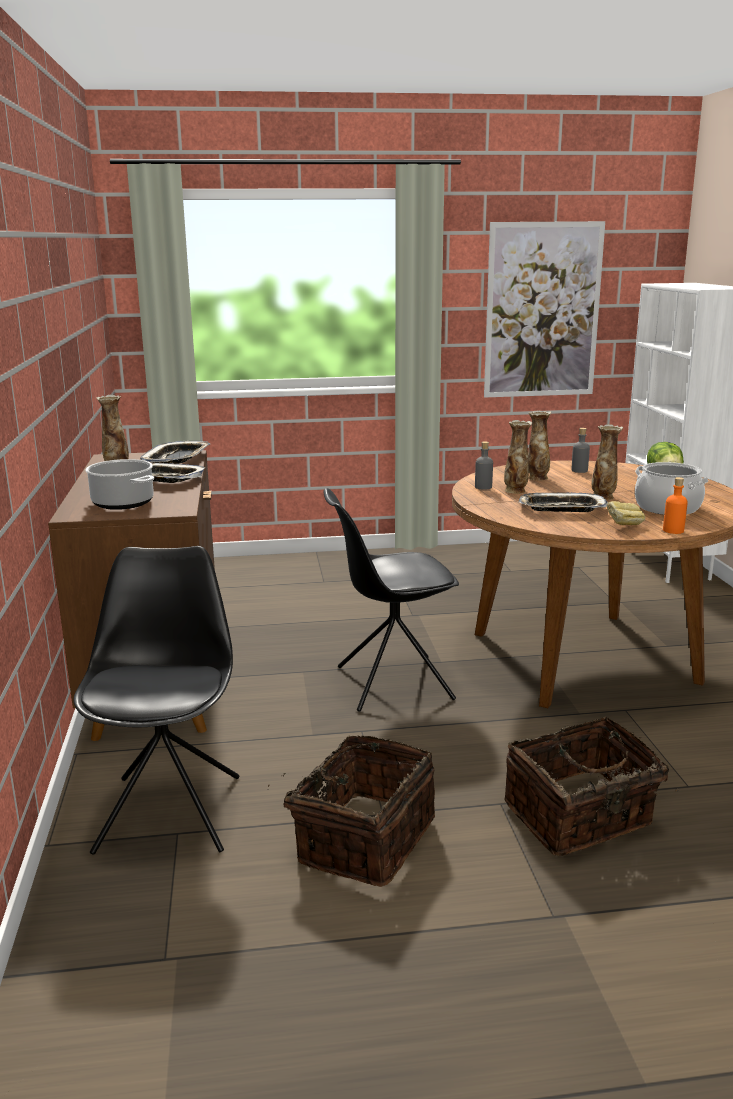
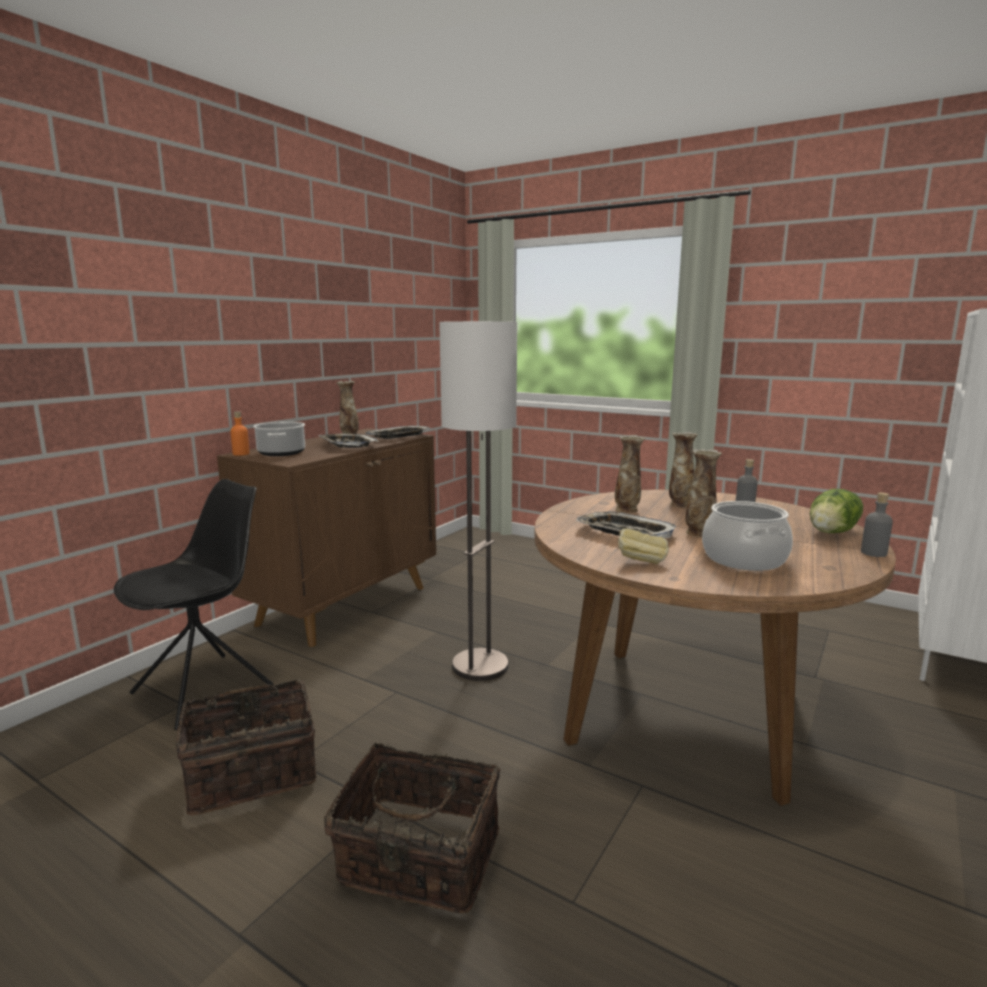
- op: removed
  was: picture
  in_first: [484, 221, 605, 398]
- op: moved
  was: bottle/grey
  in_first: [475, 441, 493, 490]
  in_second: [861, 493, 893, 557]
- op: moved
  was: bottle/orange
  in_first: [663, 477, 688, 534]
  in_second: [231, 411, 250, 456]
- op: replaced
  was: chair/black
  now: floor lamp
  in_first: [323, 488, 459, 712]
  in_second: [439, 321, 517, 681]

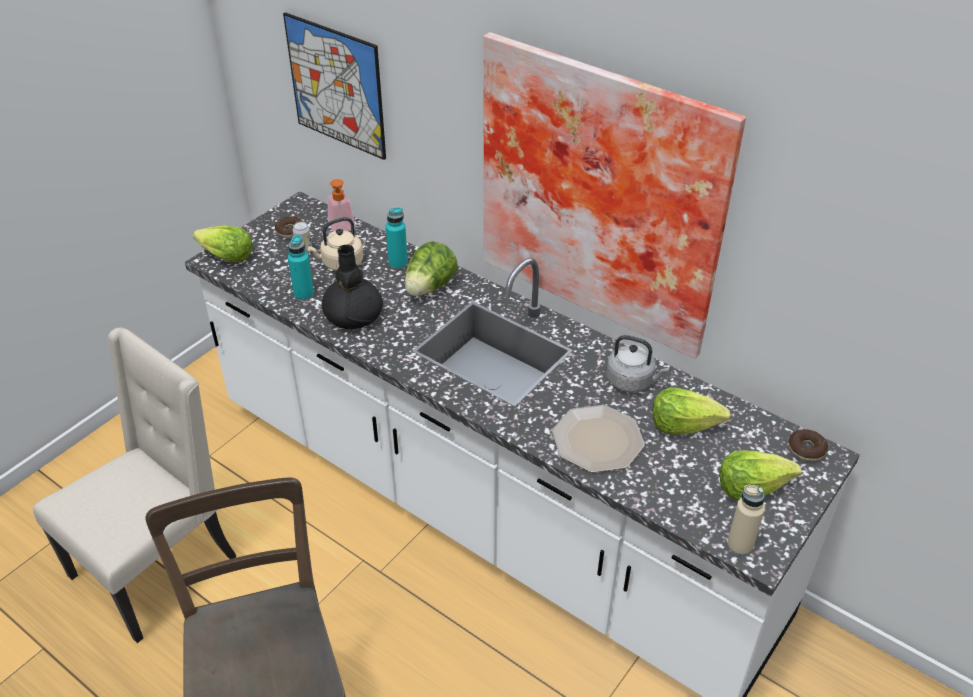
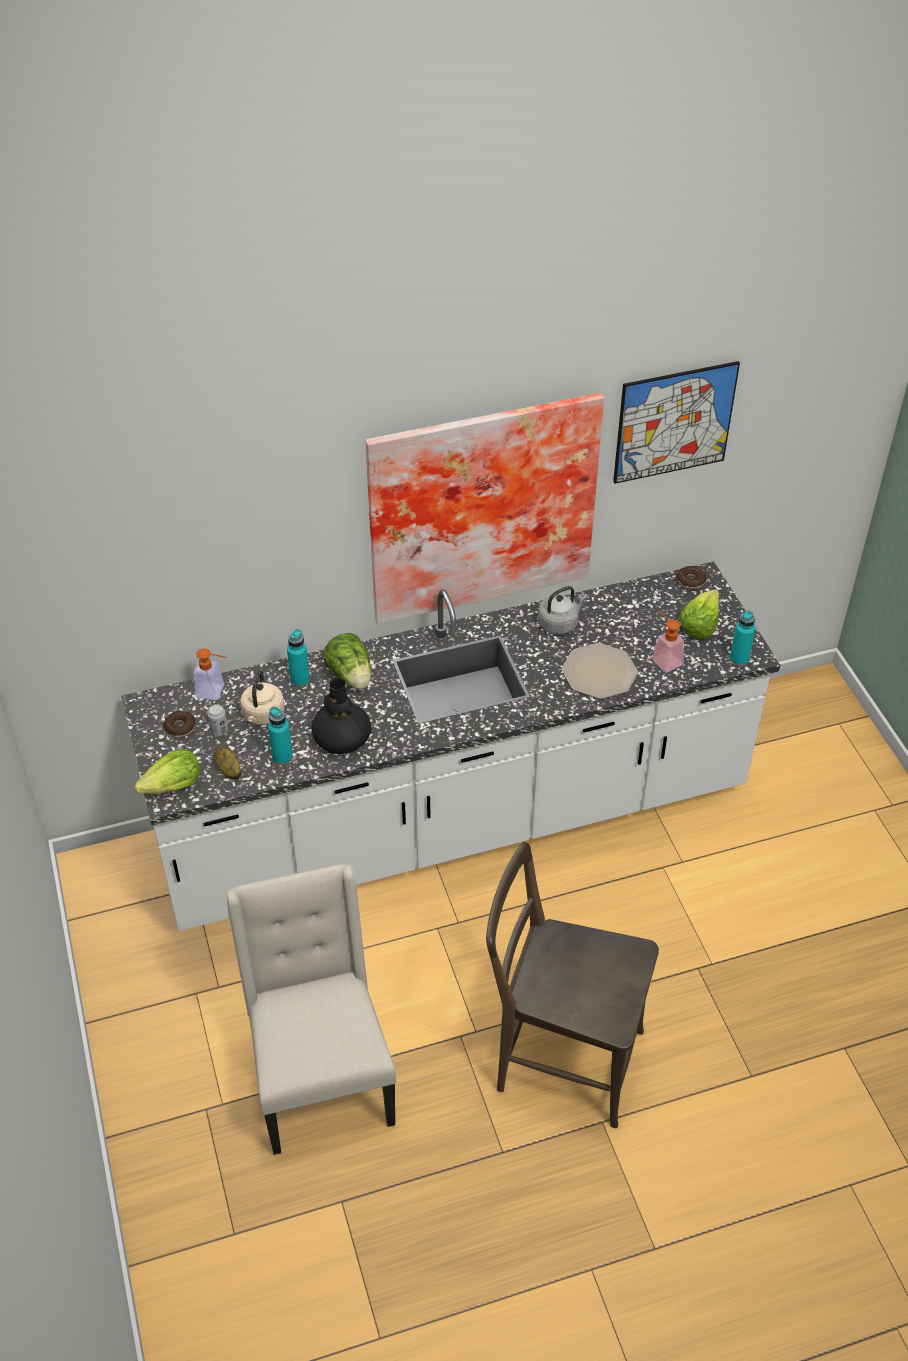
- op: moved
  was: picture
  in_first: [283, 12, 386, 160]
  in_second: [613, 361, 740, 484]
- op: removed
  was: lettuce
  in_first: [652, 387, 731, 434]
- op: recoloured
  was: bottle/beige
  now: bottle/turquoise
  in_first: [727, 485, 765, 556]
  in_second: [730, 610, 756, 666]
- op: added
  now: soap dispenser
  in_second: [652, 611, 684, 673]
- op: added
  now: potato
  in_second: [214, 746, 241, 780]

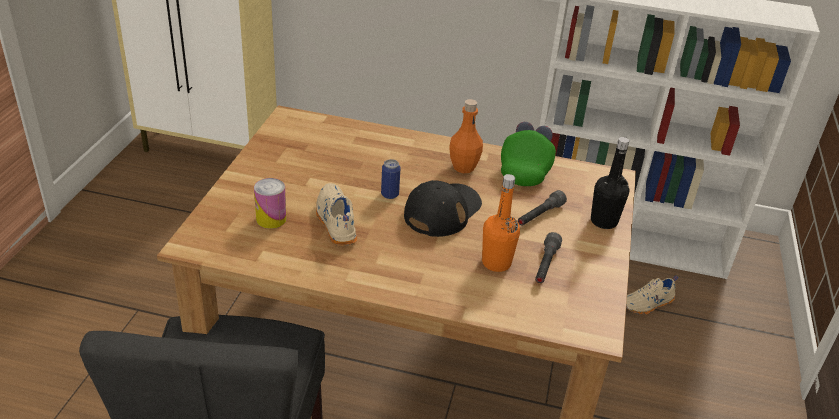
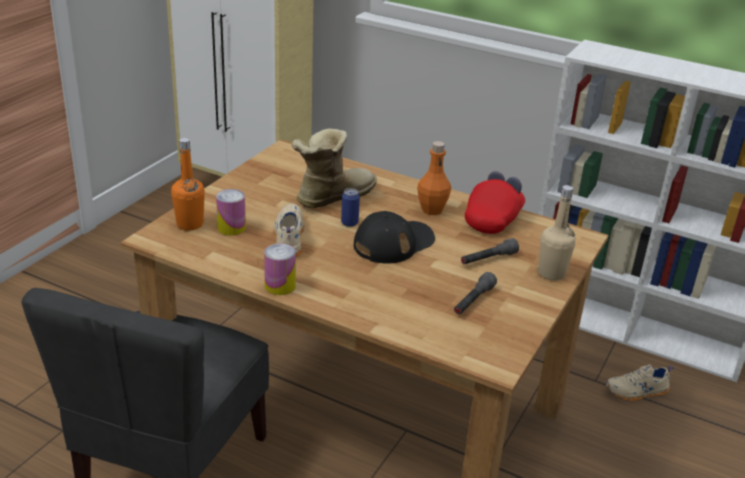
- op: recoloured
  was: cap/green
  now: cap/red
  in_first: [501, 122, 556, 186]
  in_second: [465, 171, 525, 234]
- op: recoloured
  was: bottle/black
  now: bottle/beige
  in_first: [591, 137, 629, 229]
  in_second: [538, 185, 576, 280]
- op: moved
  was: bottle/orange
  in_first: [482, 174, 520, 272]
  in_second: [171, 138, 205, 230]
- op: added
  now: boot
  in_second: [292, 128, 377, 208]
- op: added
  now: can
  in_second: [264, 243, 296, 295]

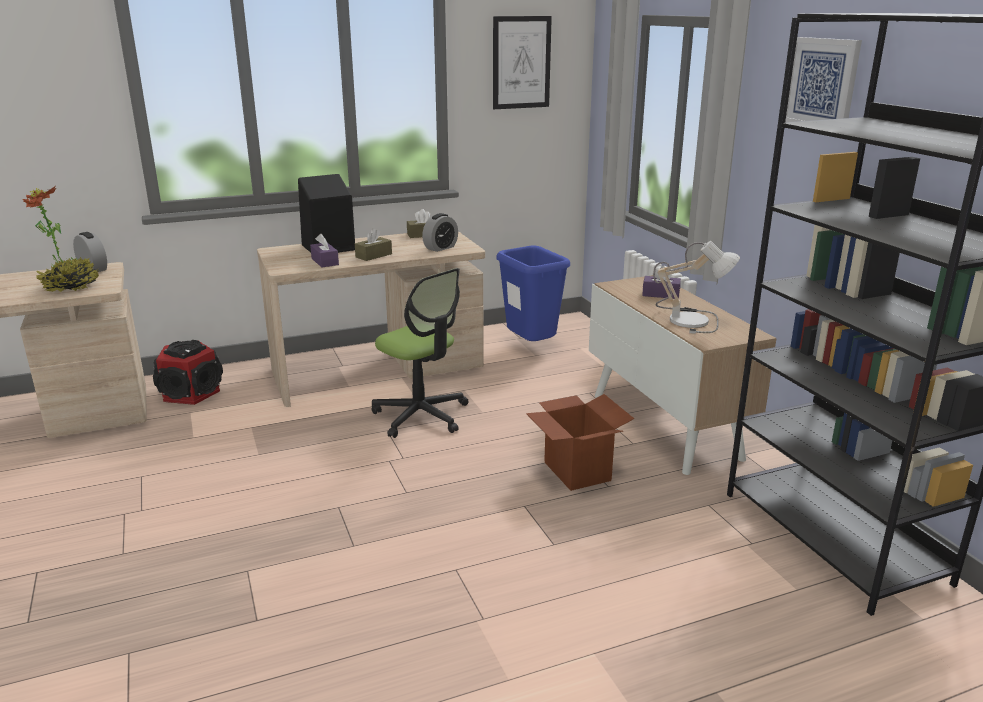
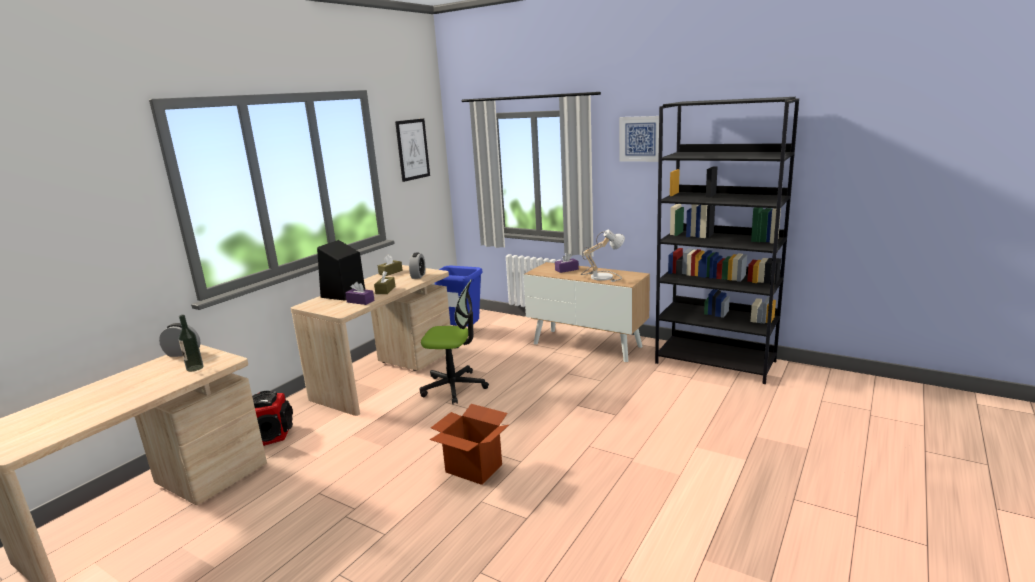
- op: replaced
  was: potted plant
  now: bottle
  in_first: [22, 186, 99, 292]
  in_second: [178, 315, 204, 372]
- op: moved
  was: cardboard box
  in_first: [526, 394, 634, 491]
  in_second: [430, 404, 509, 485]

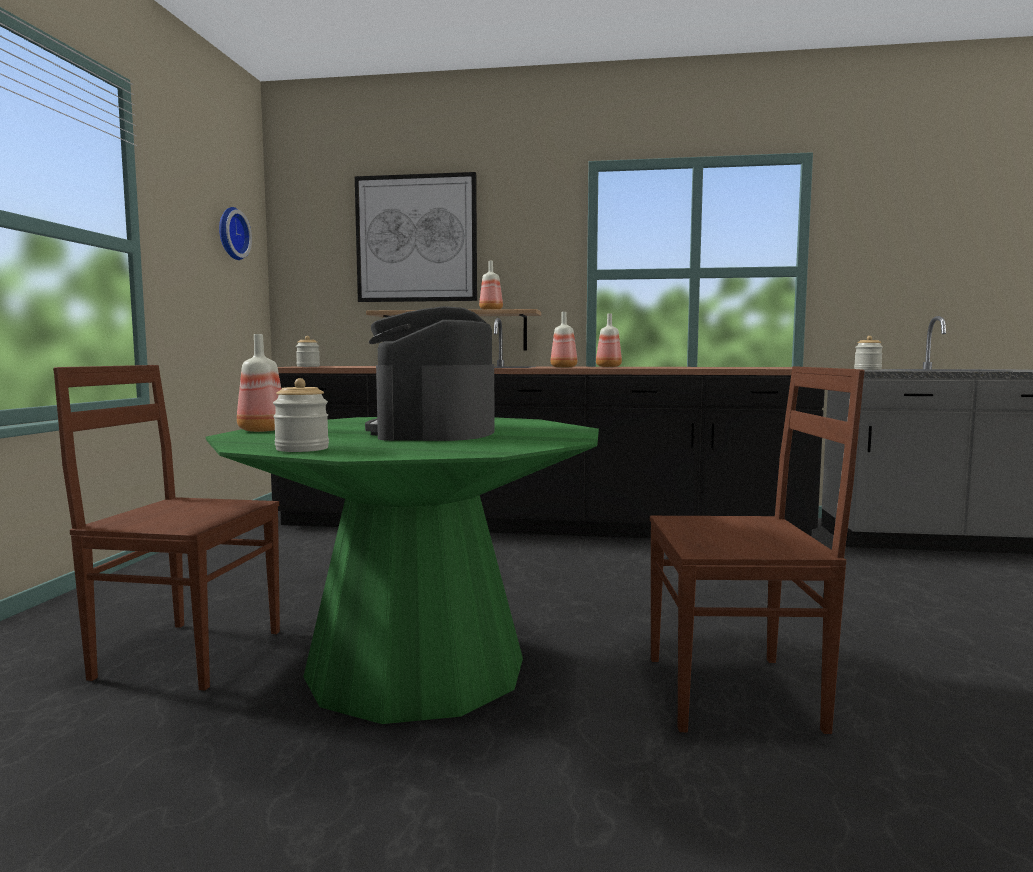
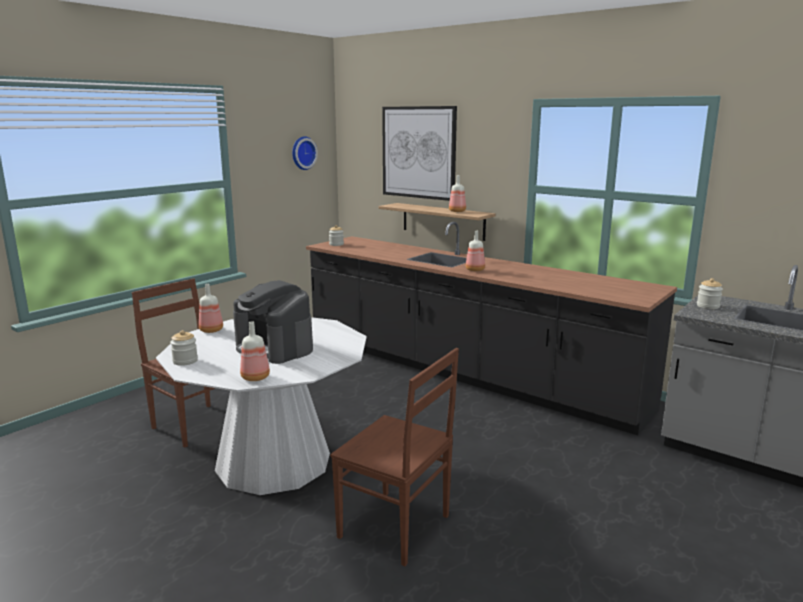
- op: turned
  was: coffee machine
  in_first: [365, 306, 495, 441]
  in_second: [233, 280, 313, 364]
  clockwise: -75
- op: moved
  was: bottle
  in_first: [596, 314, 622, 367]
  in_second: [240, 322, 270, 381]
- op: recoloured
  was: dining table/green
  now: dining table/white
  in_first: [206, 417, 599, 724]
  in_second: [156, 317, 367, 495]

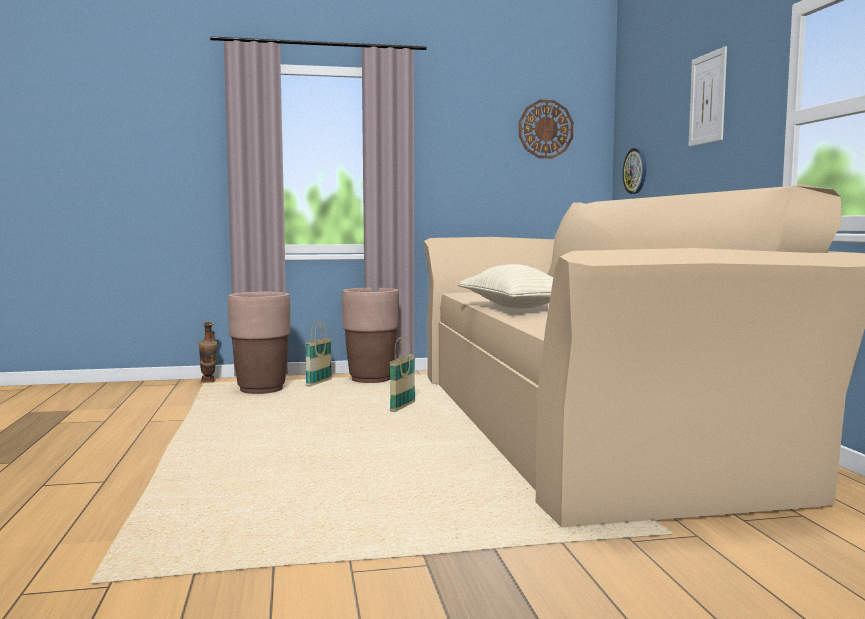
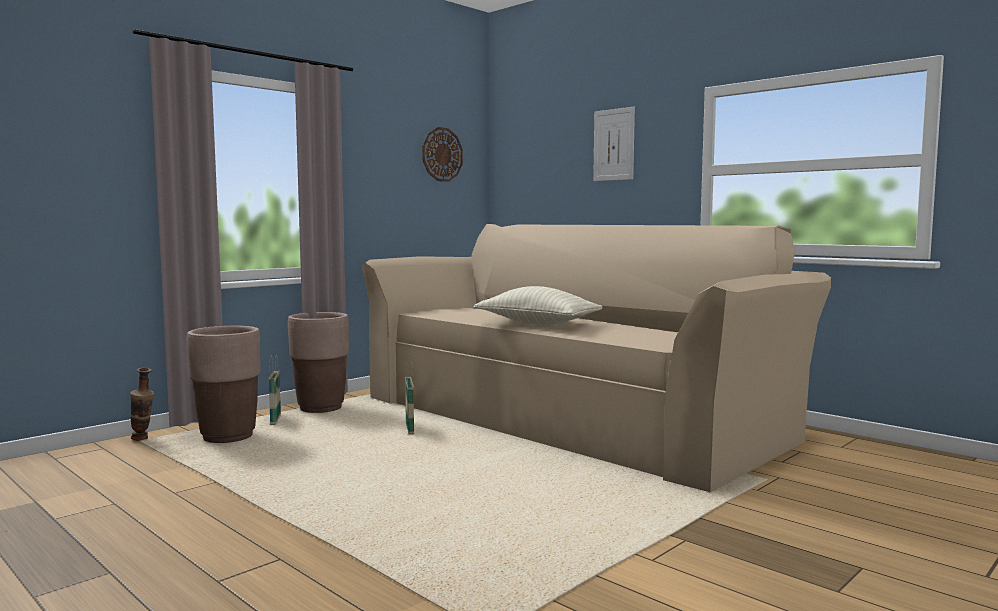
- op: removed
  was: wall clock
  in_first: [622, 148, 646, 194]

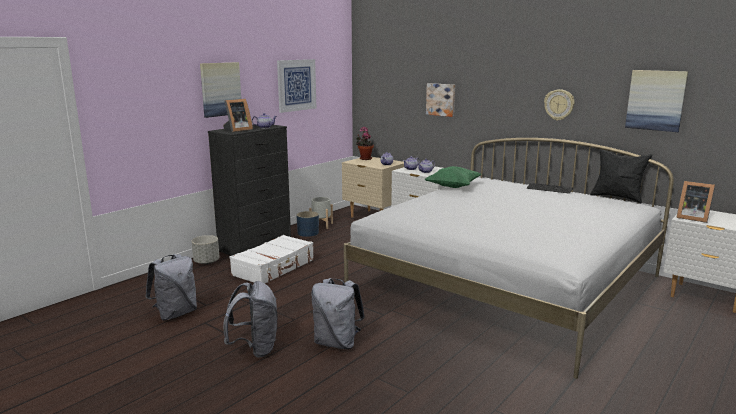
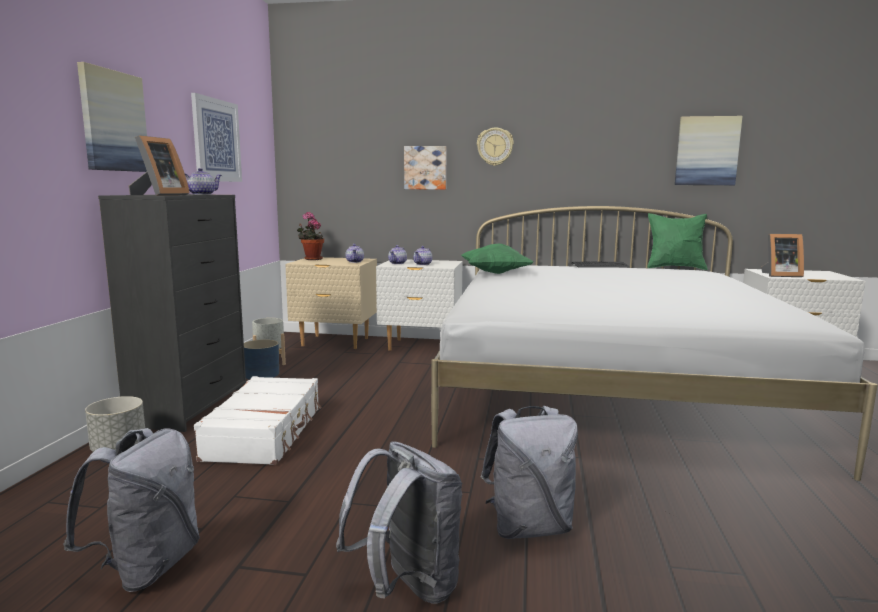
- op: moved
  was: wall clock
  in_first: [544, 89, 575, 121]
  in_second: [477, 128, 514, 166]
- op: recoloured
  was: pillow/black
  now: pillow/green
  in_first: [590, 149, 652, 203]
  in_second: [648, 213, 708, 270]

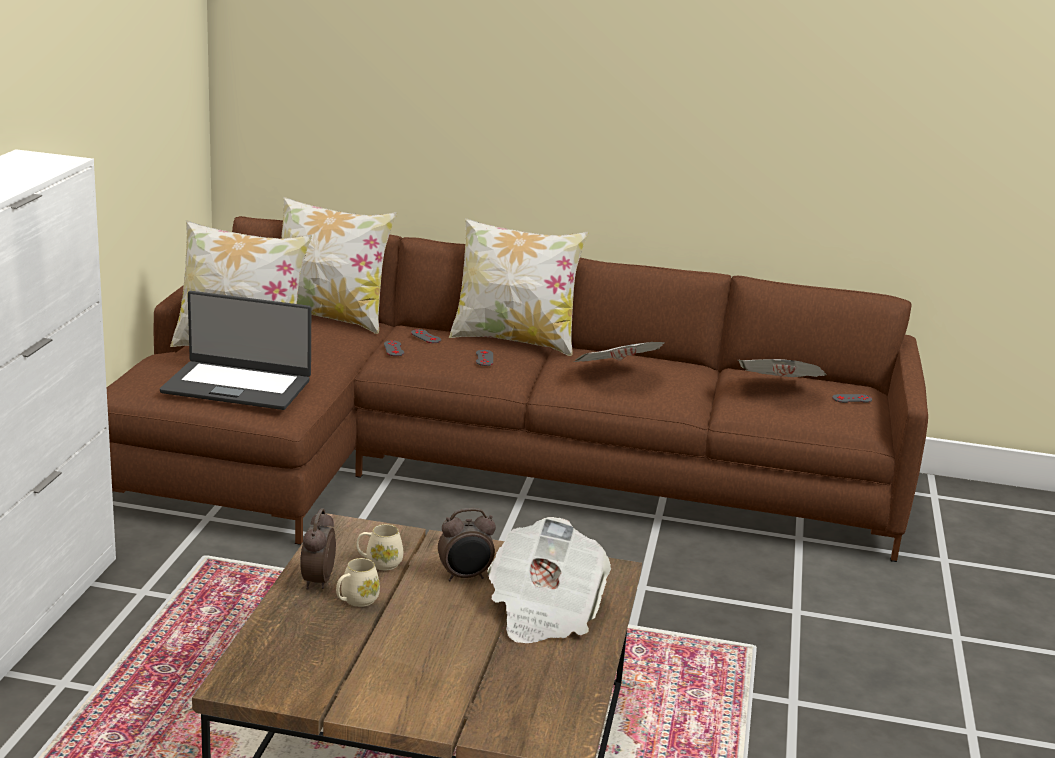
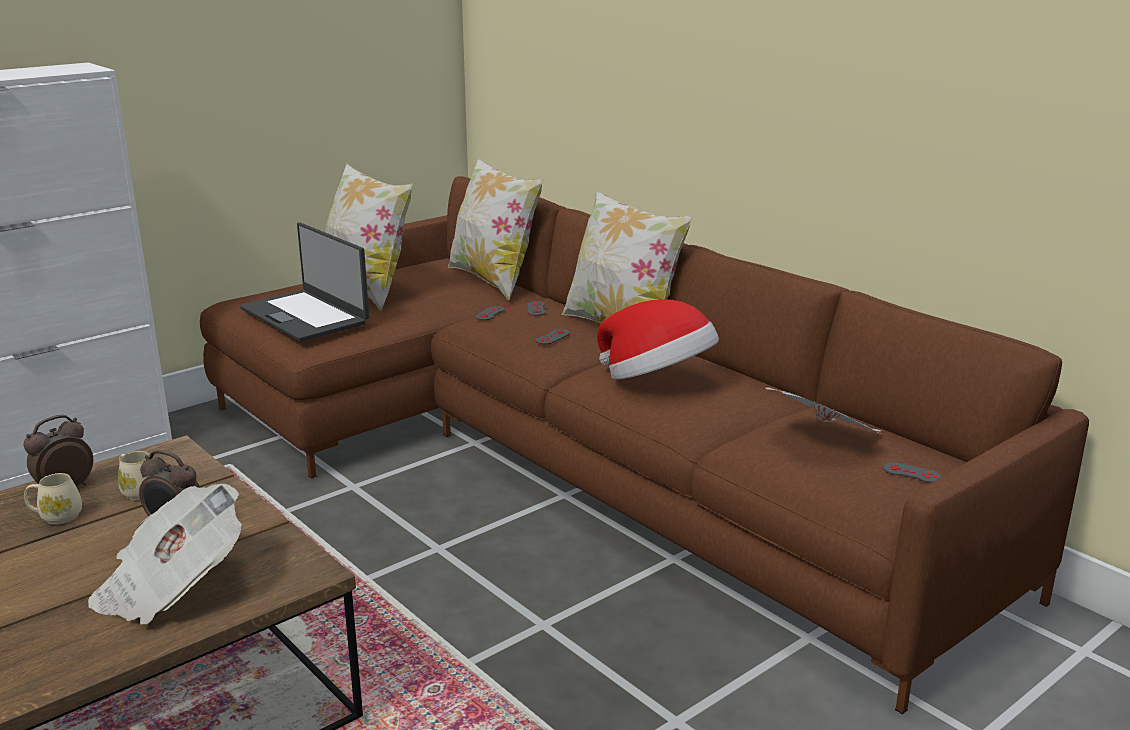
- op: replaced
  was: newspaper
  now: hat
  in_first: [573, 342, 664, 362]
  in_second: [597, 299, 719, 380]

